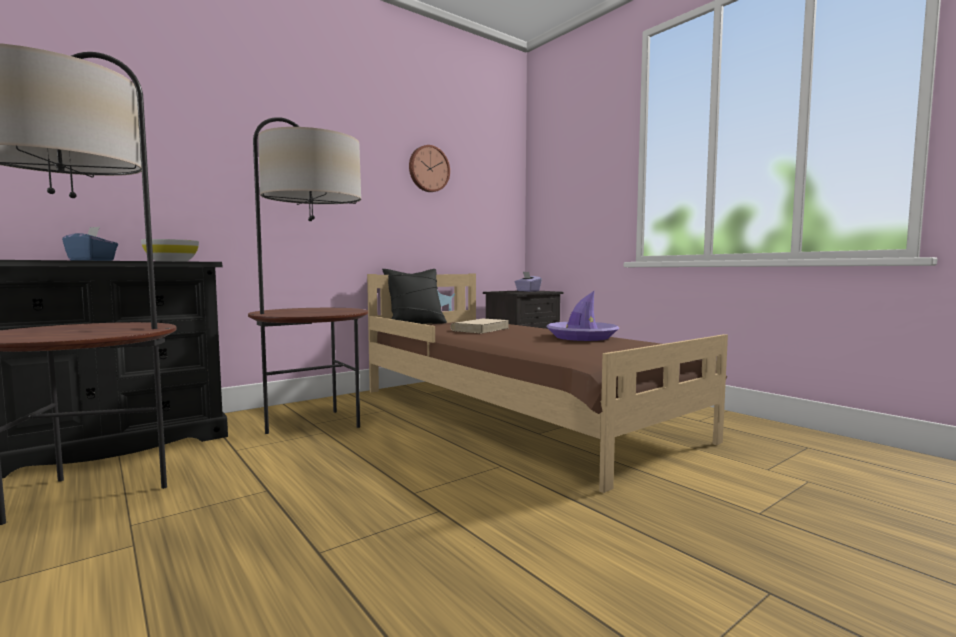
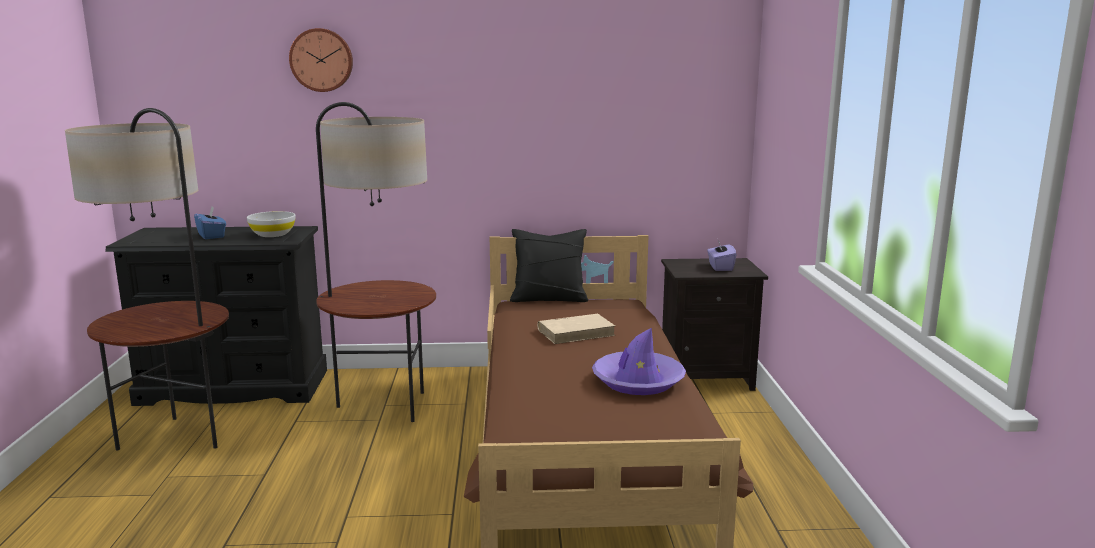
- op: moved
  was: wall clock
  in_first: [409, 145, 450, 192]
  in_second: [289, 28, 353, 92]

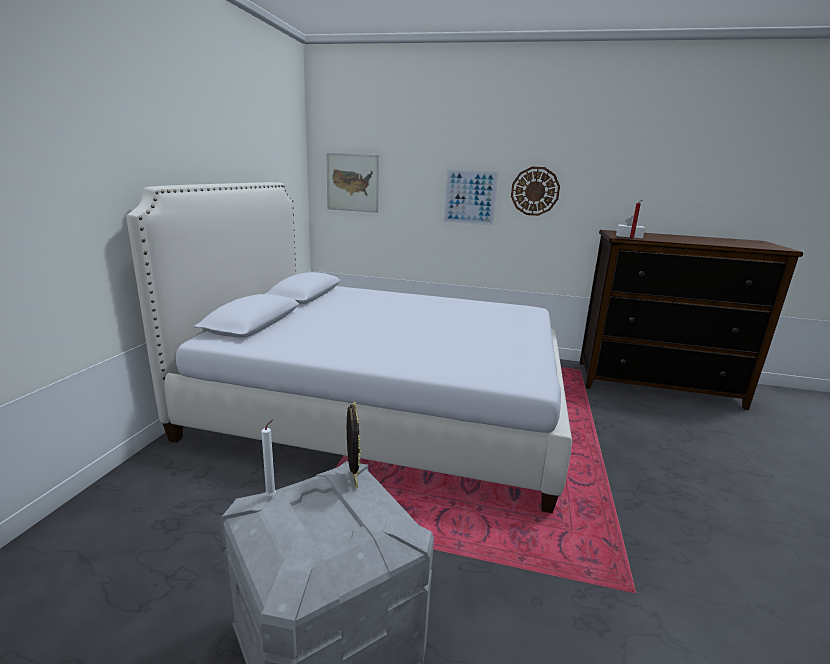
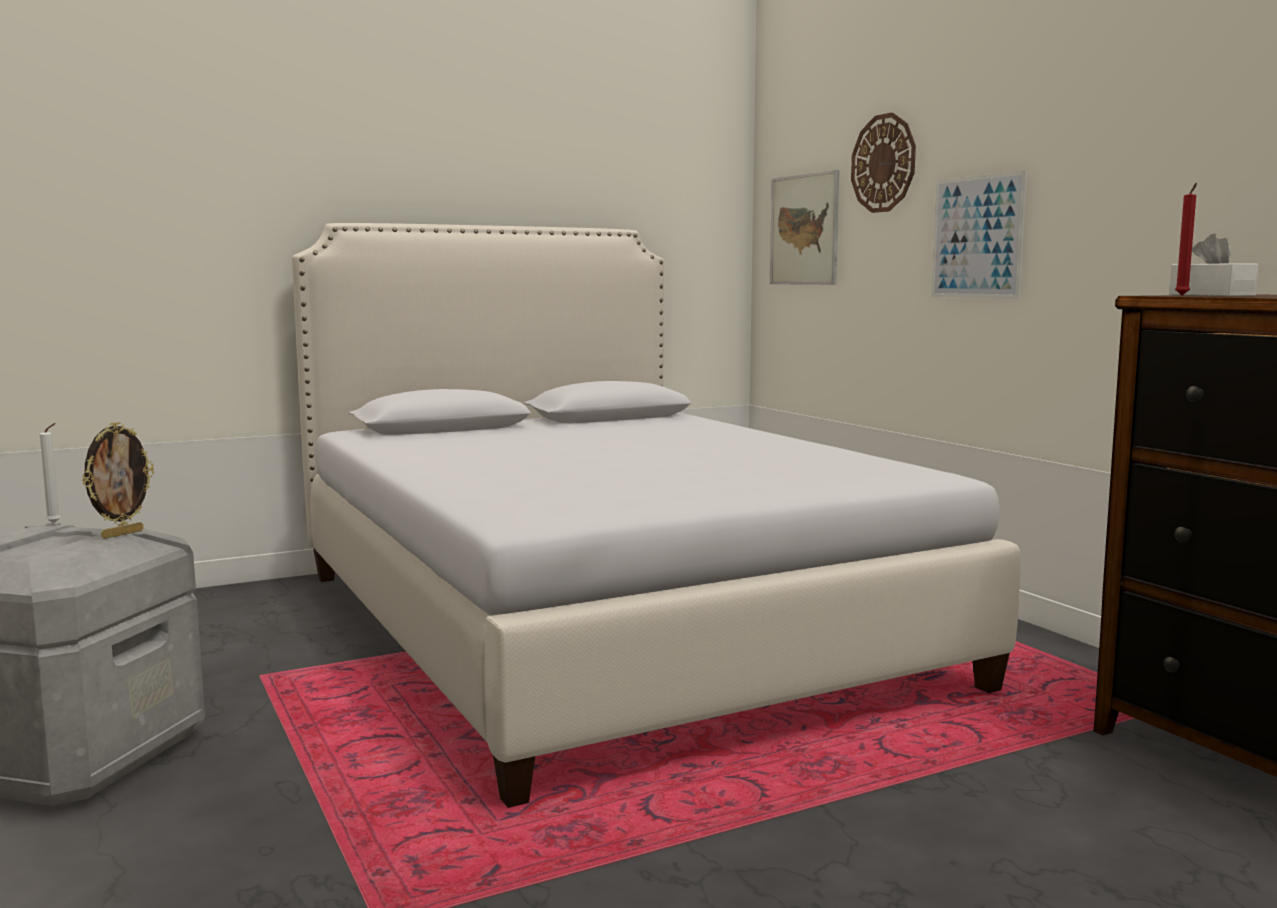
- op: moved
  was: wall clock
  in_first: [511, 167, 560, 216]
  in_second: [851, 112, 916, 213]

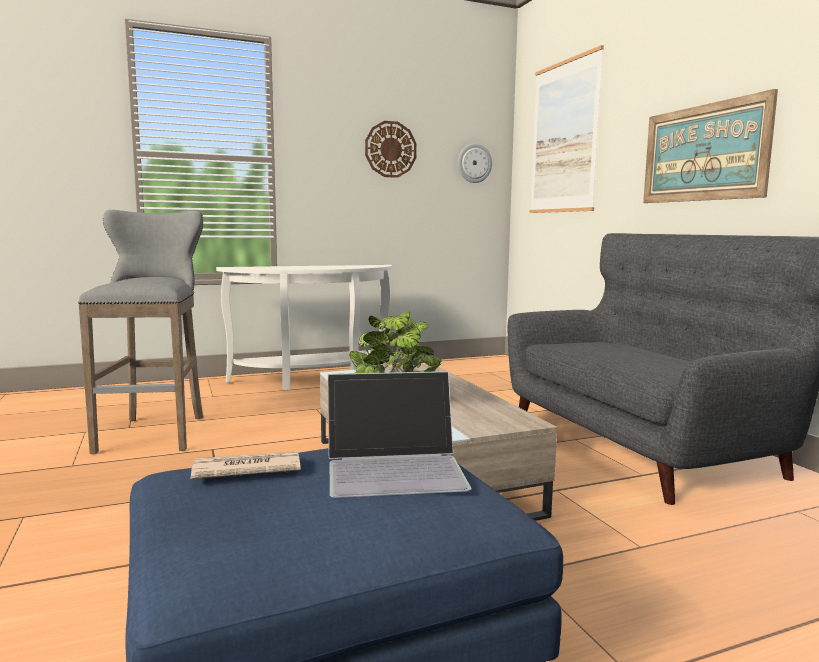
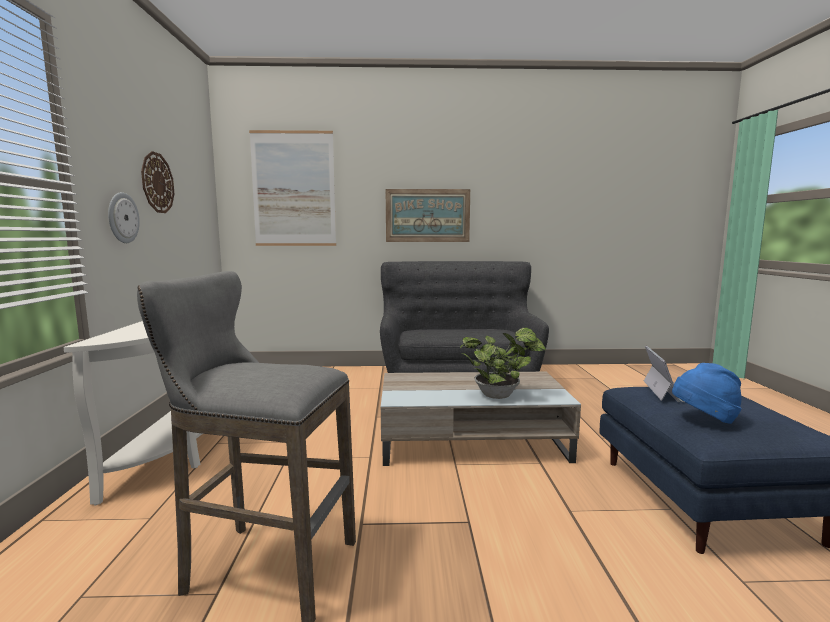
- op: moved
  was: wall clock
  in_first: [458, 143, 492, 183]
  in_second: [108, 192, 140, 243]
- op: replaced
  was: newspaper
  now: hat/blue
  in_first: [190, 451, 301, 479]
  in_second: [672, 363, 742, 424]

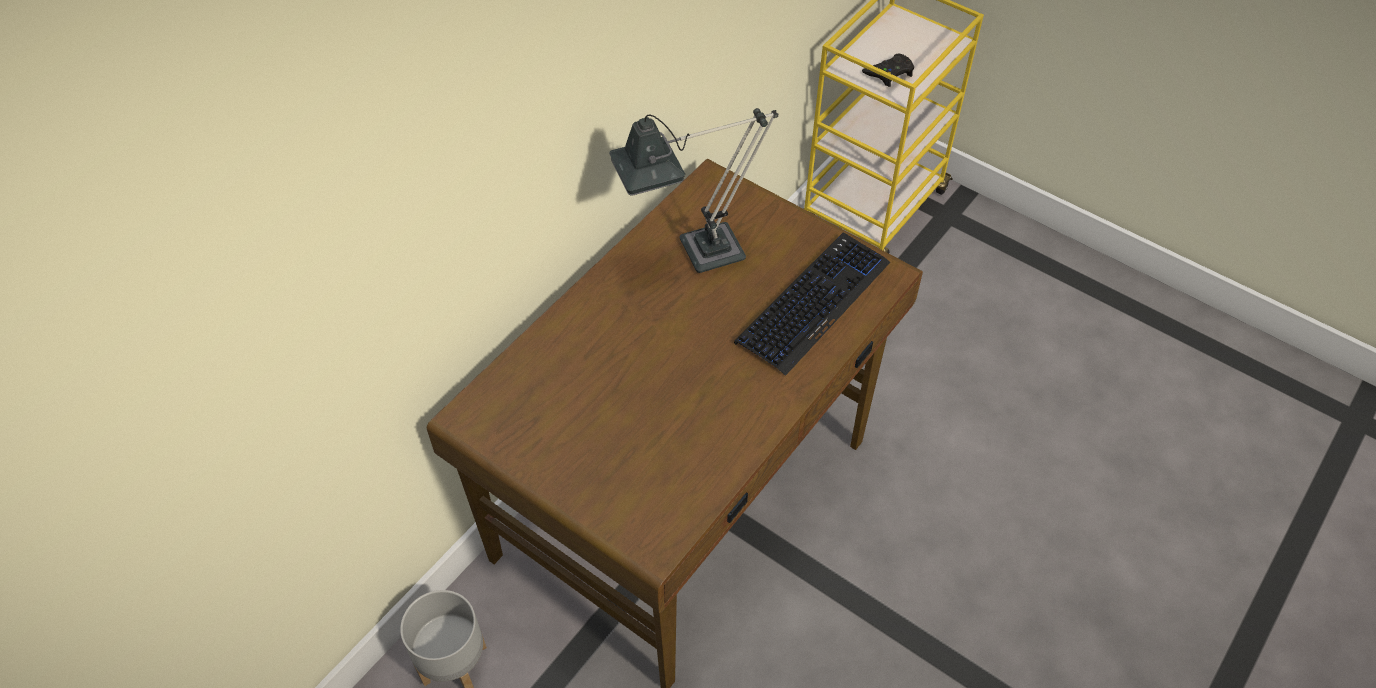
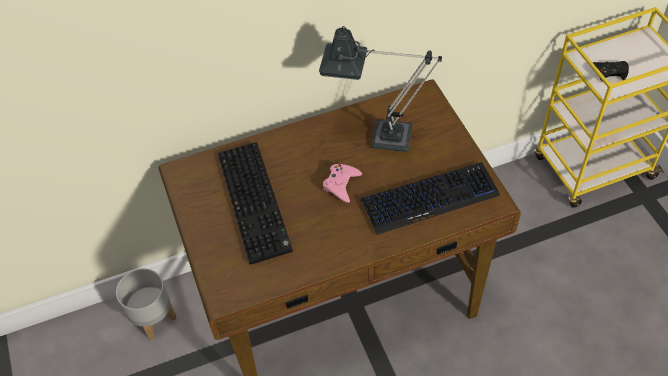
- op: added
  now: keyboard
  in_second: [218, 142, 293, 265]
- op: added
  now: game controller/pink
  in_second: [323, 164, 362, 203]

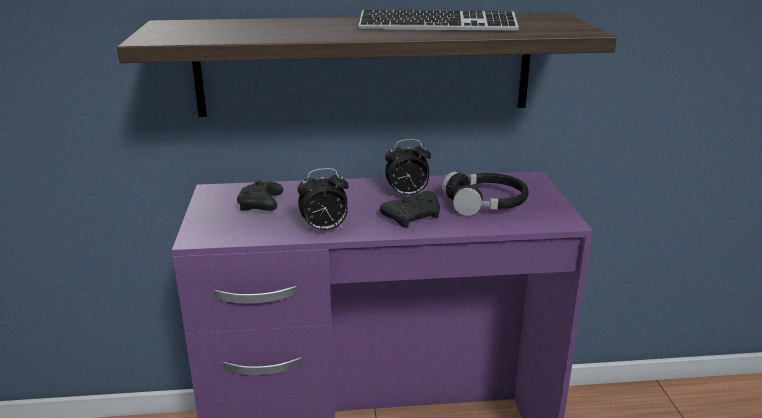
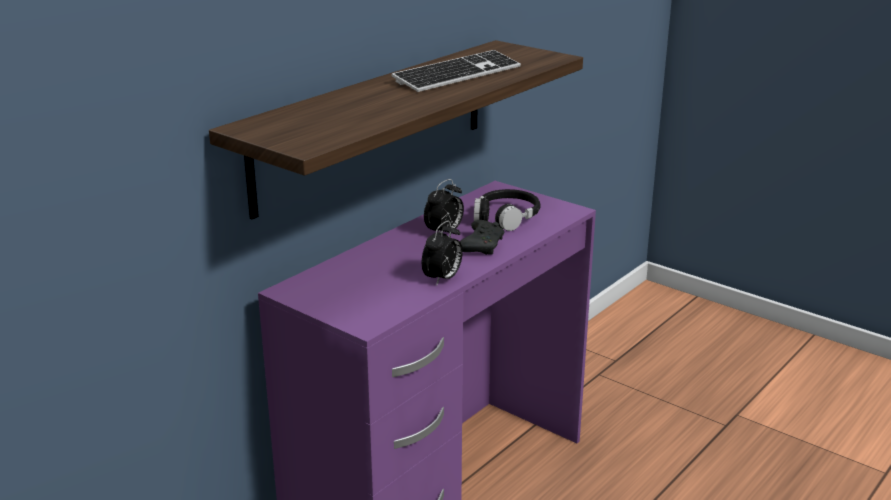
- op: removed
  was: game controller/black
  in_first: [237, 180, 283, 211]

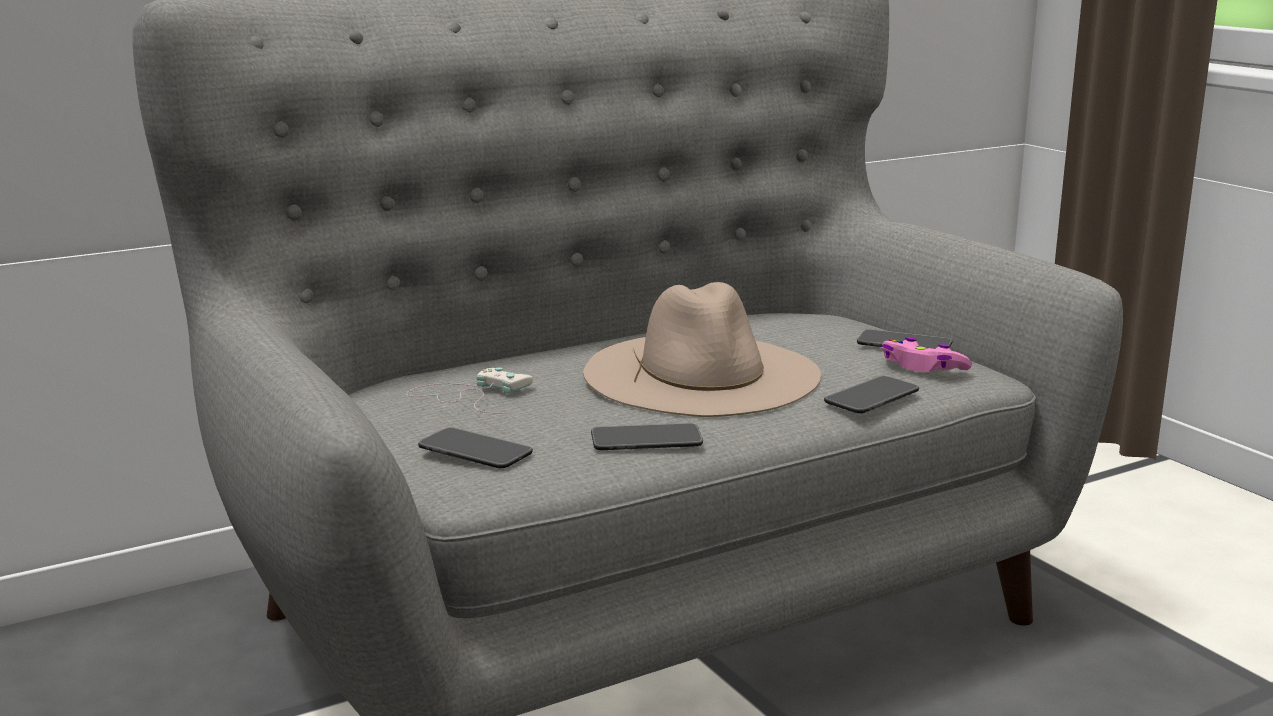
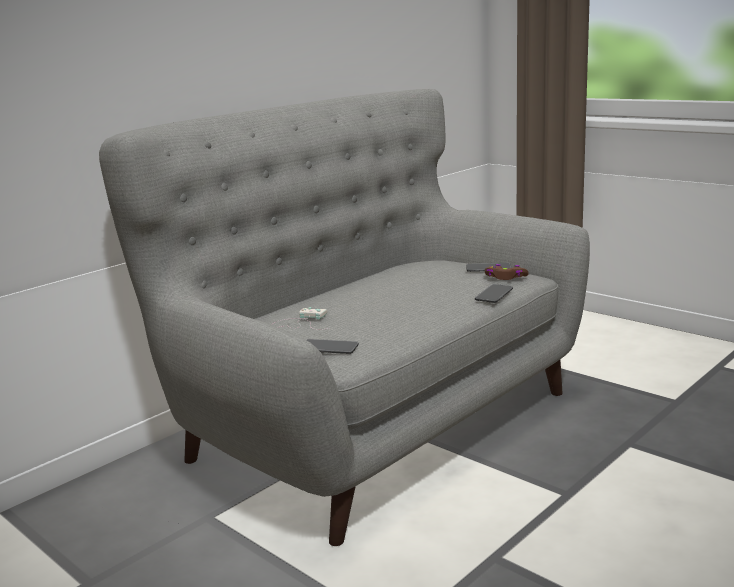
- op: removed
  was: hat/beige
  in_first: [583, 282, 821, 417]
- op: recoloured
  was: game controller/pink
  now: game controller/brown
  in_first: [882, 337, 972, 372]
  in_second: [485, 264, 529, 280]
- op: removed
  was: phone
  in_first: [591, 423, 703, 450]

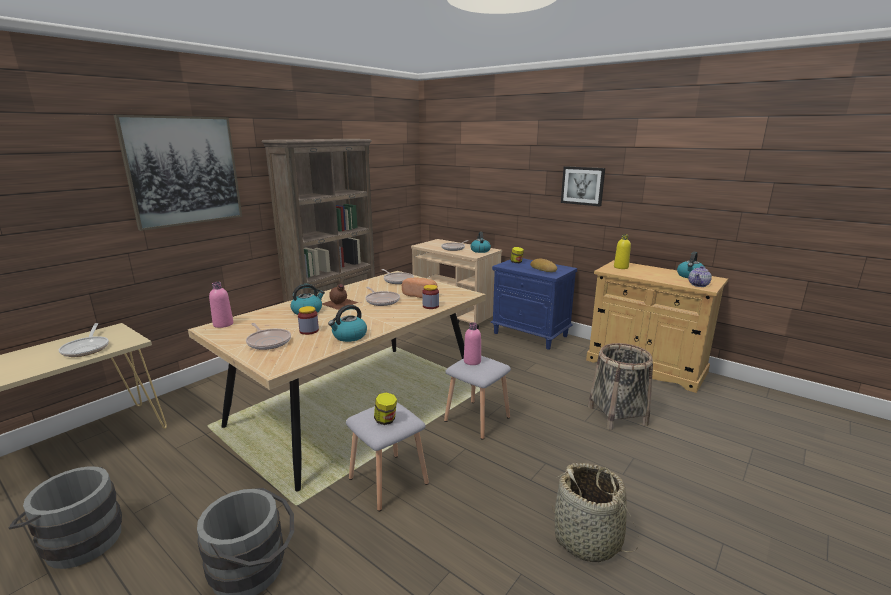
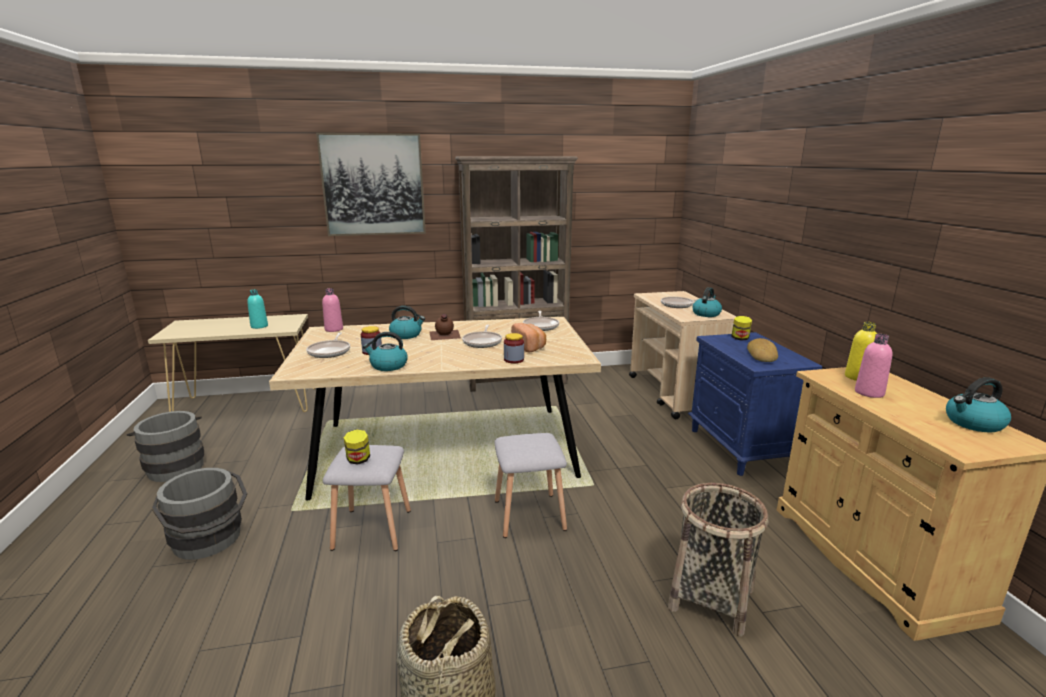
- op: removed
  was: picture
  in_first: [561, 166, 605, 206]
- op: removed
  was: teapot
  in_first: [688, 266, 712, 287]
- op: moved
  was: bottle/pink
  in_first: [464, 322, 481, 365]
  in_second: [855, 334, 892, 398]
- op: replaced
  was: frying pan
  now: bottle/turquoise
  in_first: [59, 323, 109, 357]
  in_second: [247, 289, 268, 329]

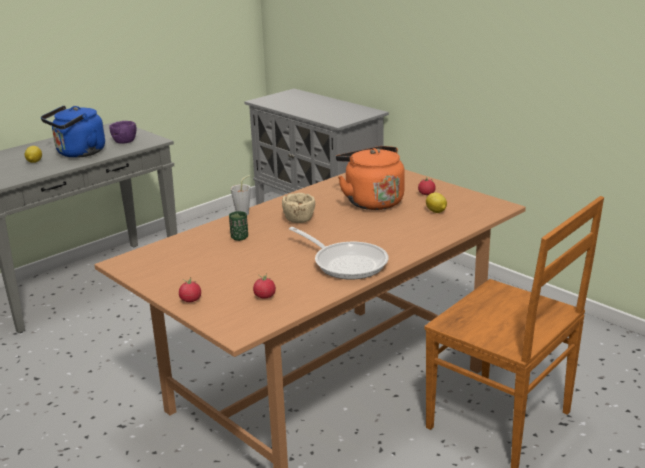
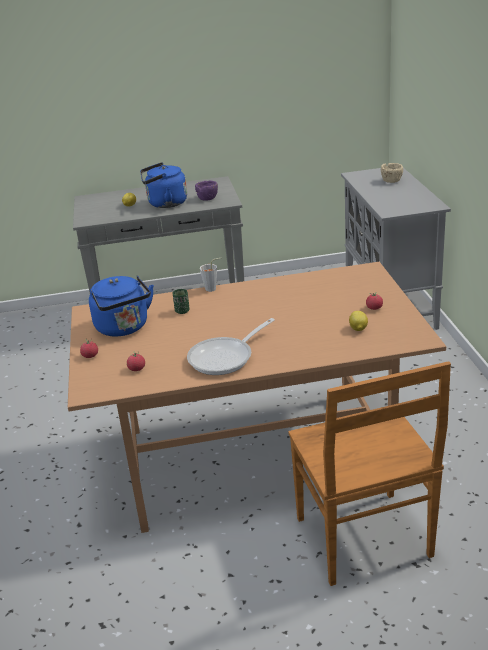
- op: removed
  was: kettle/orange
  in_first: [336, 146, 405, 210]
- op: moved
  was: bowl/beige
  in_first: [282, 193, 315, 223]
  in_second: [381, 163, 403, 183]
- op: turned
  was: frying pan
  in_first: [289, 227, 389, 280]
  in_second: [187, 318, 275, 375]
  clockwise: 60
- op: added
  now: kettle/blue
  in_second: [89, 275, 154, 336]

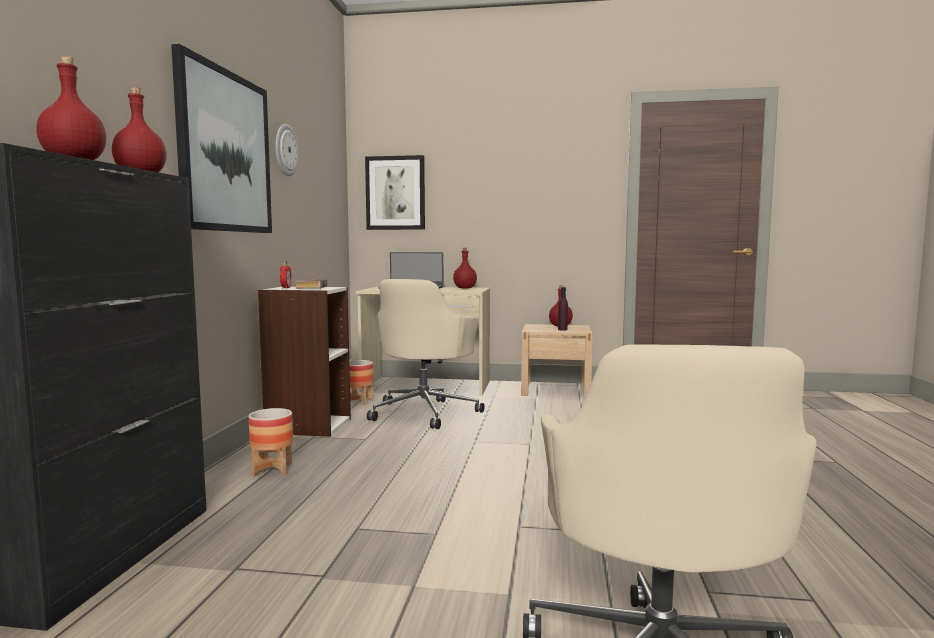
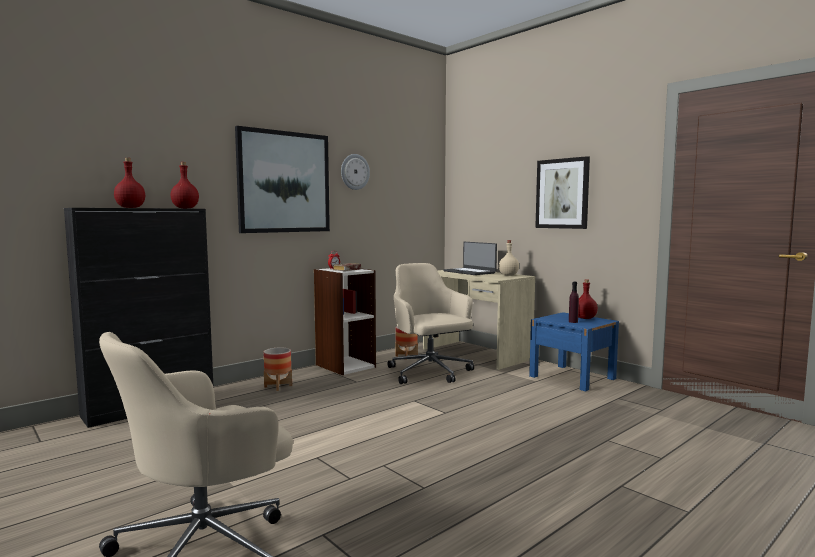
- op: moved
  was: picture
  in_first: [365, 155, 425, 230]
  in_second: [535, 156, 590, 229]
- op: recoloured
  was: bottle/red
  now: bottle/beige
  in_first: [453, 248, 477, 289]
  in_second: [499, 240, 519, 276]
- op: turned
  was: office chair/beige
  in_first: [367, 279, 484, 429]
  in_second: [388, 263, 474, 384]
  clockwise: 90
- op: recoloured
  was: nightstand/beige
  now: nightstand/blue
  in_first: [521, 324, 593, 398]
  in_second: [529, 312, 619, 392]

